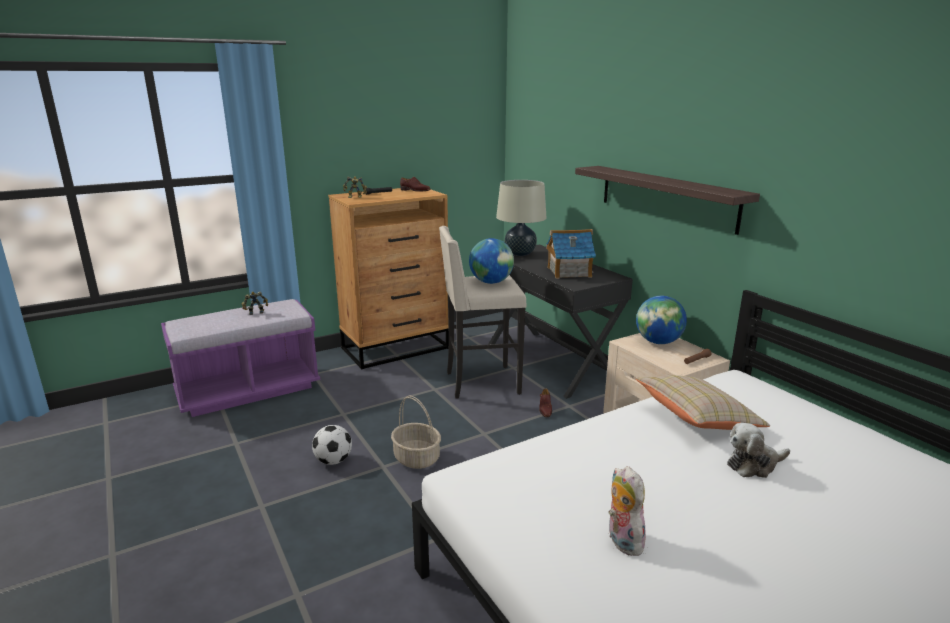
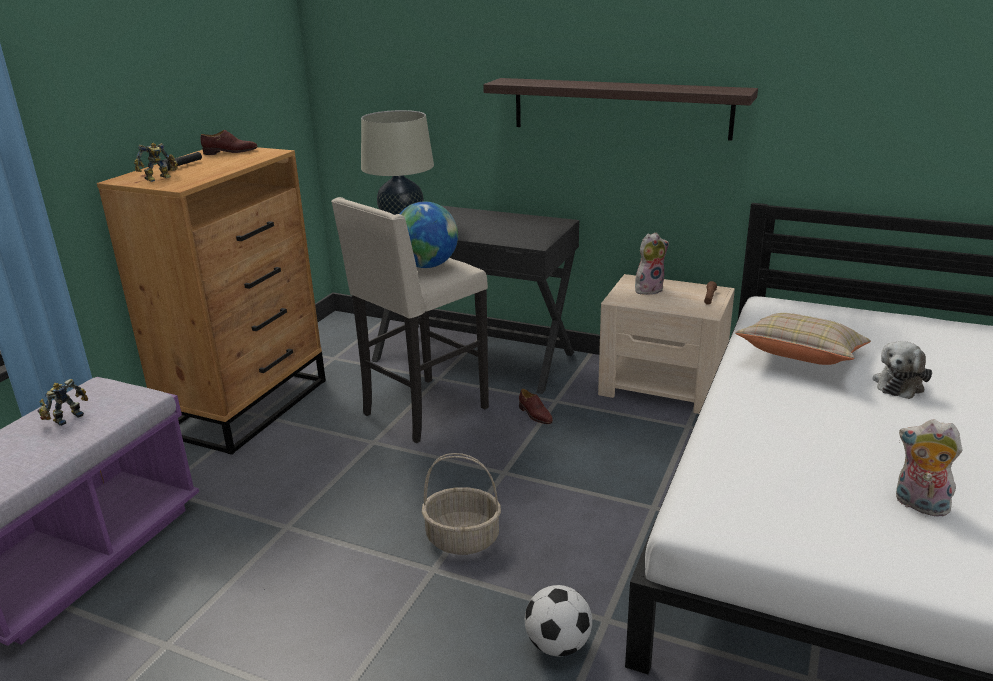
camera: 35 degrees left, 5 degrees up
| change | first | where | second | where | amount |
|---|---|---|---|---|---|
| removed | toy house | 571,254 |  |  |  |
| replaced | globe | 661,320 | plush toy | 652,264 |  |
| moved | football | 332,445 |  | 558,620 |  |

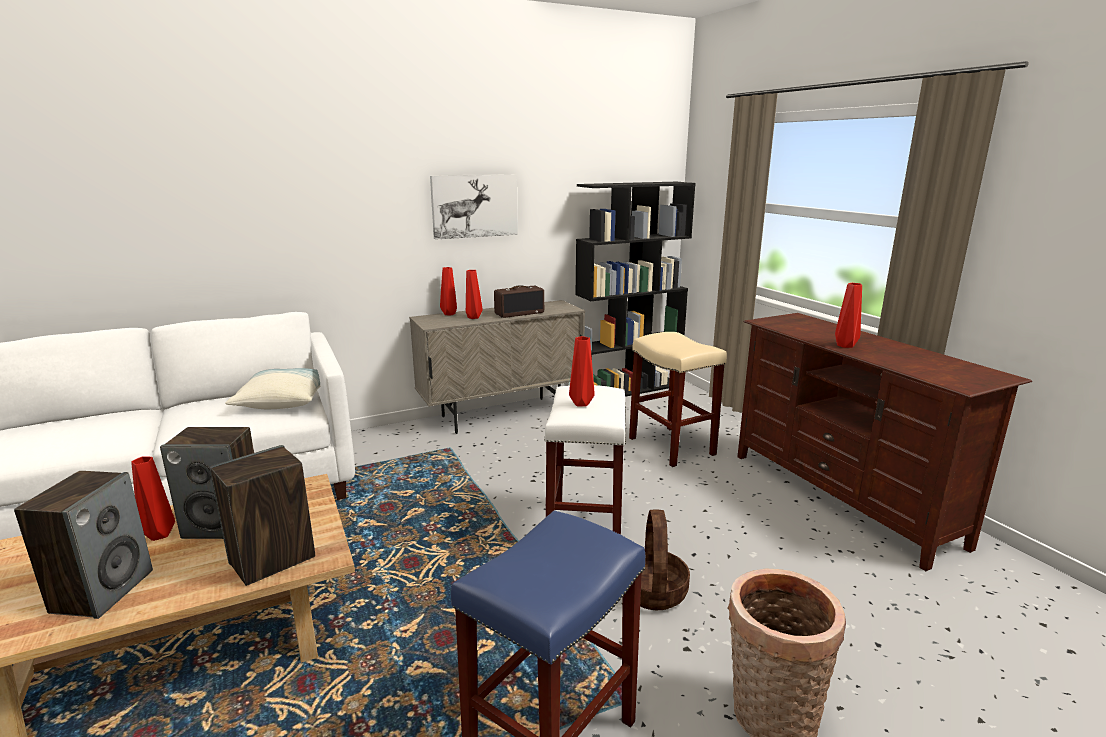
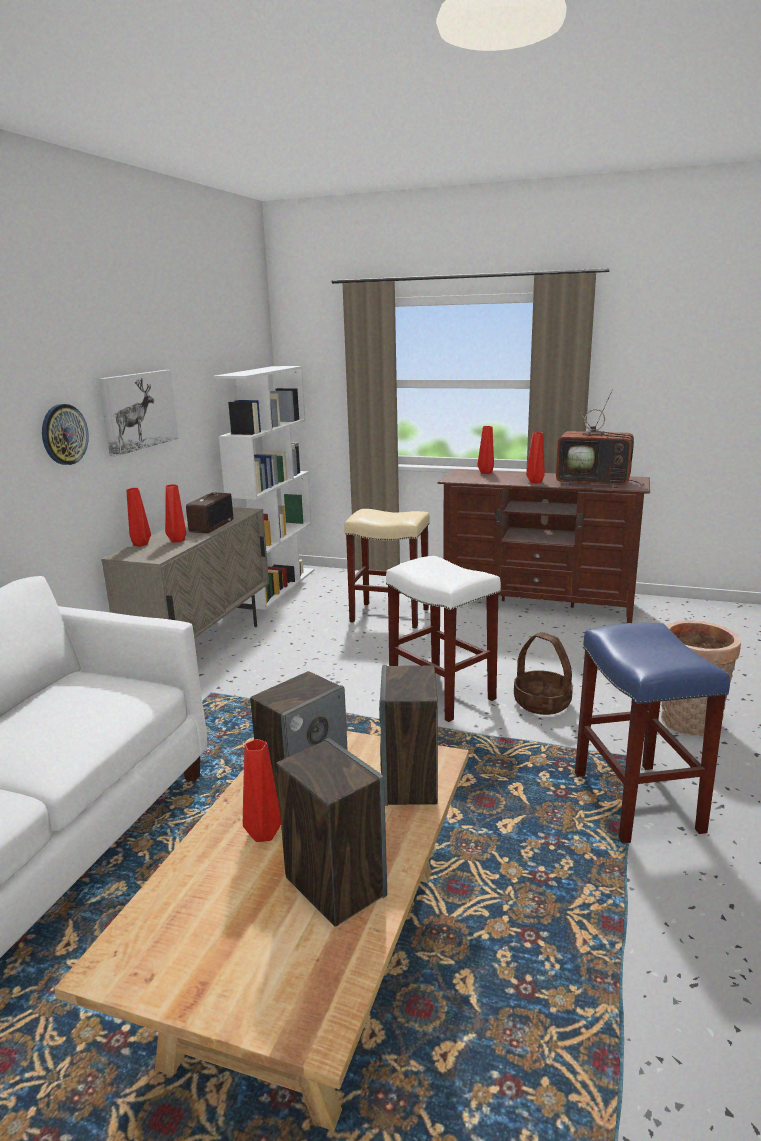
camera: 45 degrees left, 0 degrees up
| change | first | where | second | where | amount |
|---|---|---|---|---|---|
| recoloured | black bookcase | 635,289 | white bookcase | 263,488 |  |
| moved | red vase | 582,371 |  | 486,450 |  |
| removed | pillow | 272,388 |  |  |  |
| added |  |  | television | 600,438 |  |
| added |  |  | wall clock | 65,434 |  |

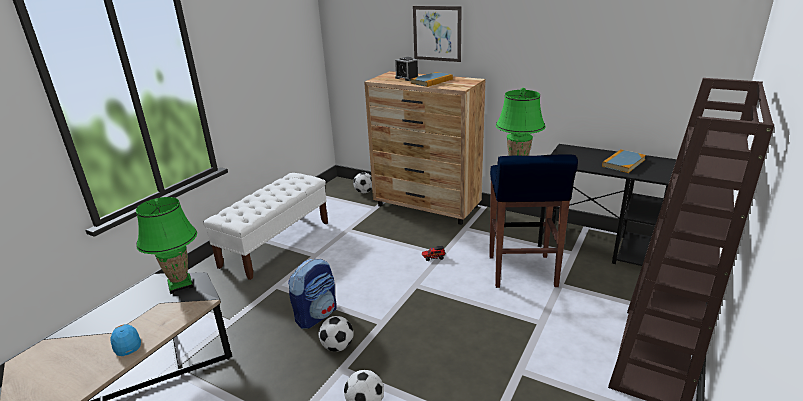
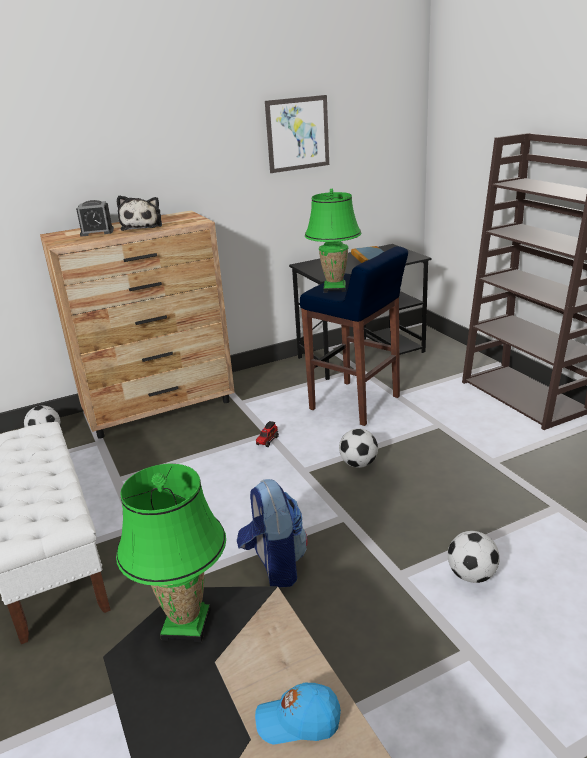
camera: 55 degrees left, 0 degrees up
| change | first | where | second | where | amount |
|---|---|---|---|---|---|
| moved | picture | 437,34 |  | 297,134 |  |
| replaced | book | 432,79 | plush toy | 139,213 |  |
| moved | football | 336,334 |  | 358,448 |  |

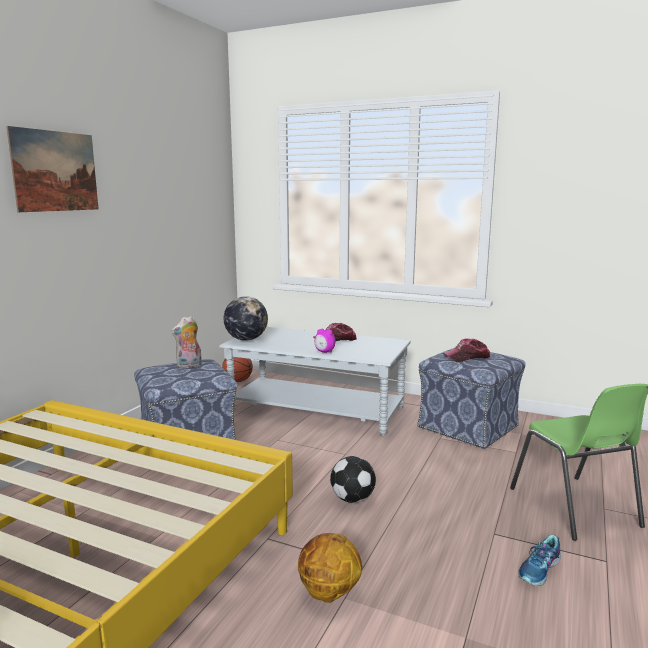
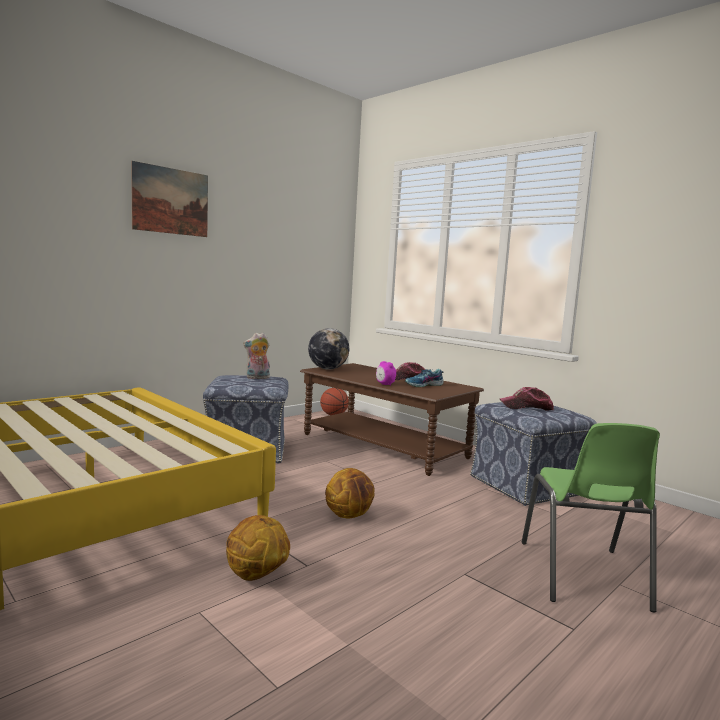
camera: 20 degrees right, 5 degrees down
| change | first | where | second | where | amount |
|---|---|---|---|---|---|
| recoloured | grey coffee table | 315,381 | brown coffee table | 392,419 |  |
| replaced | football | 353,479 | basketball | 350,493 |  |
| moved | shoe | 539,560 |  | 424,378 |  |

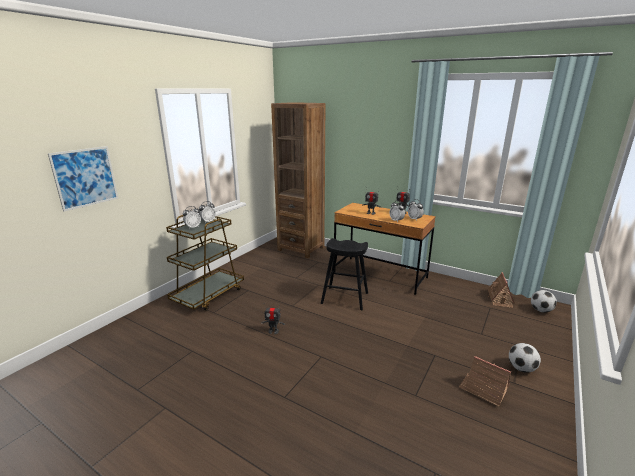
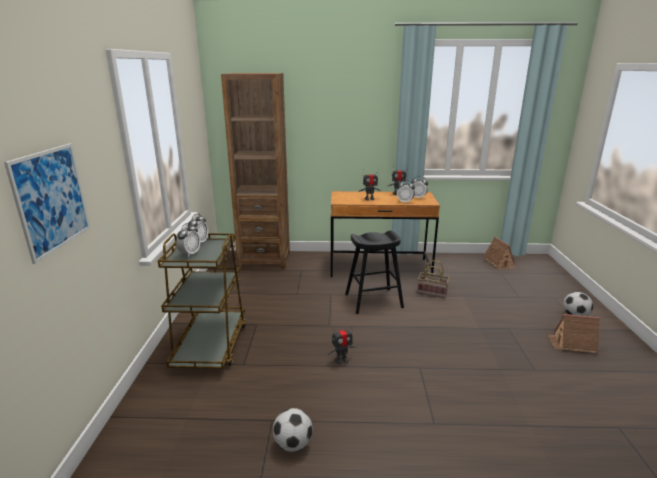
camera: 30 degrees left, 0 degrees up
| change | first | where | second | where | amount |
|---|---|---|---|---|---|
| moved | football | 544,301 |  | 293,430 |  |
| added |  |  | basket | 433,279 |  |

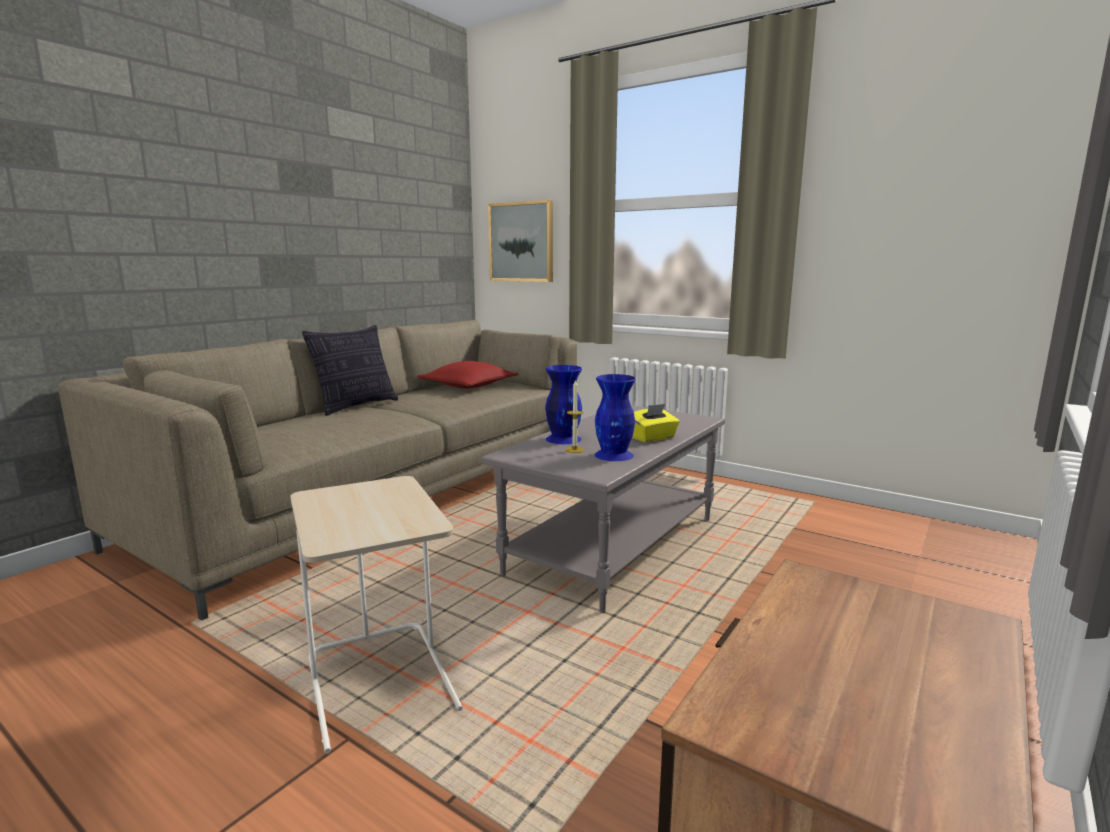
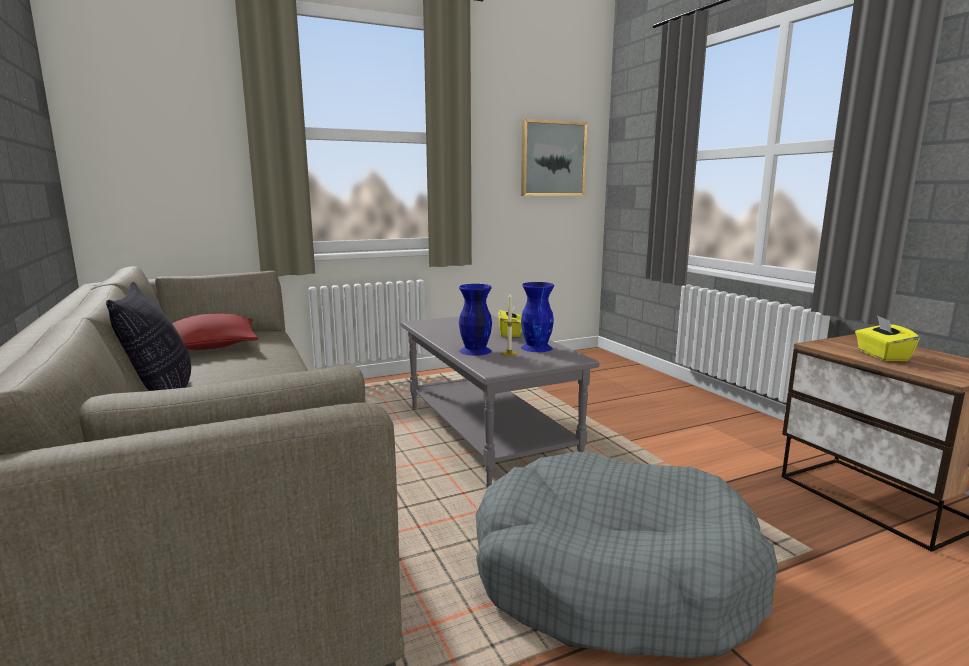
camera: 60 degrees left, 0 degrees up
| change | first | where | second | where | amount |
|---|---|---|---|---|---|
| moved | picture | 520,241 |  | 554,157 |  |
| replaced | beige side table | 376,615 | grey dog bed | 627,555 |  |
| added |  |  | yellow tissue box | 887,338 |  |

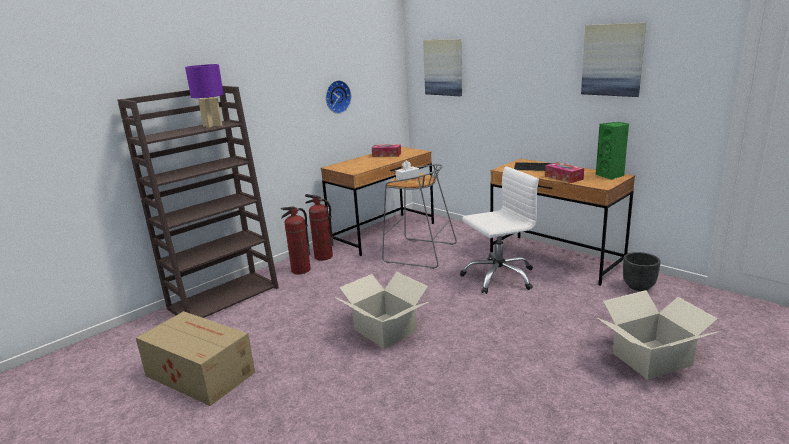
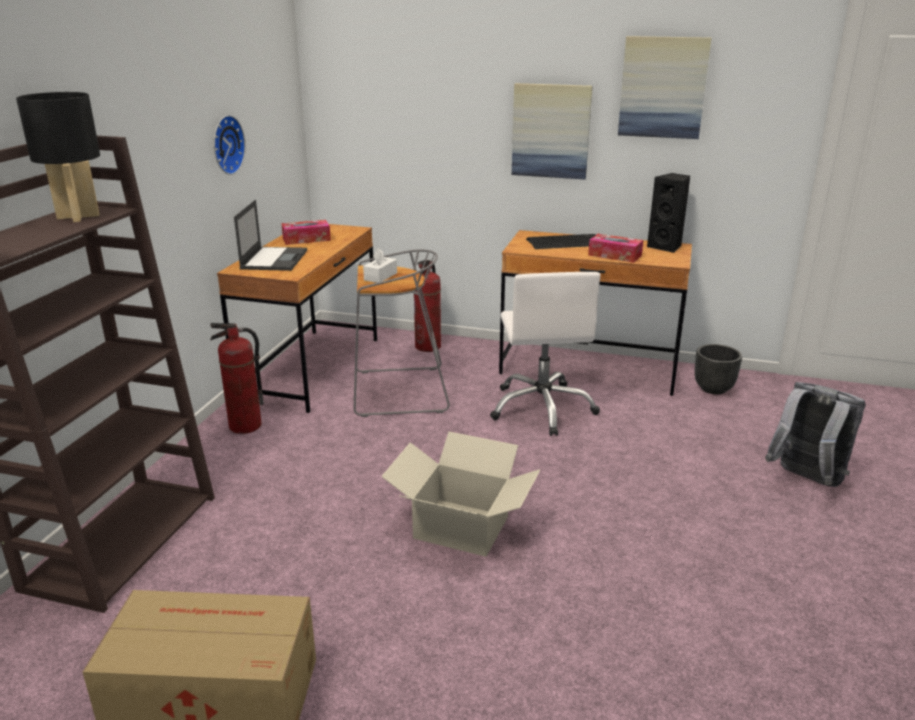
camera: 30 degrees left, 5 degrees up
| change | first | where | second | where | amount |
|---|---|---|---|---|---|
| moved | picture | 442,67 |  | 552,131 |  |
| recoloured | purple table lamp | 204,96 | black table lamp | 58,157 |  |
| recoloured | green speaker | 612,151 | black speaker | 668,213 |  |
| turned | white office chair | 499,230 |  | 545,354 | 135 degrees clockwise |
| moved | fire extinguisher | 296,240 |  | 427,306 |  |
| replaced | cardboard box | 658,335 | grey backpack | 815,434 |  |
| added |  |  | laptop | 270,235 |  |

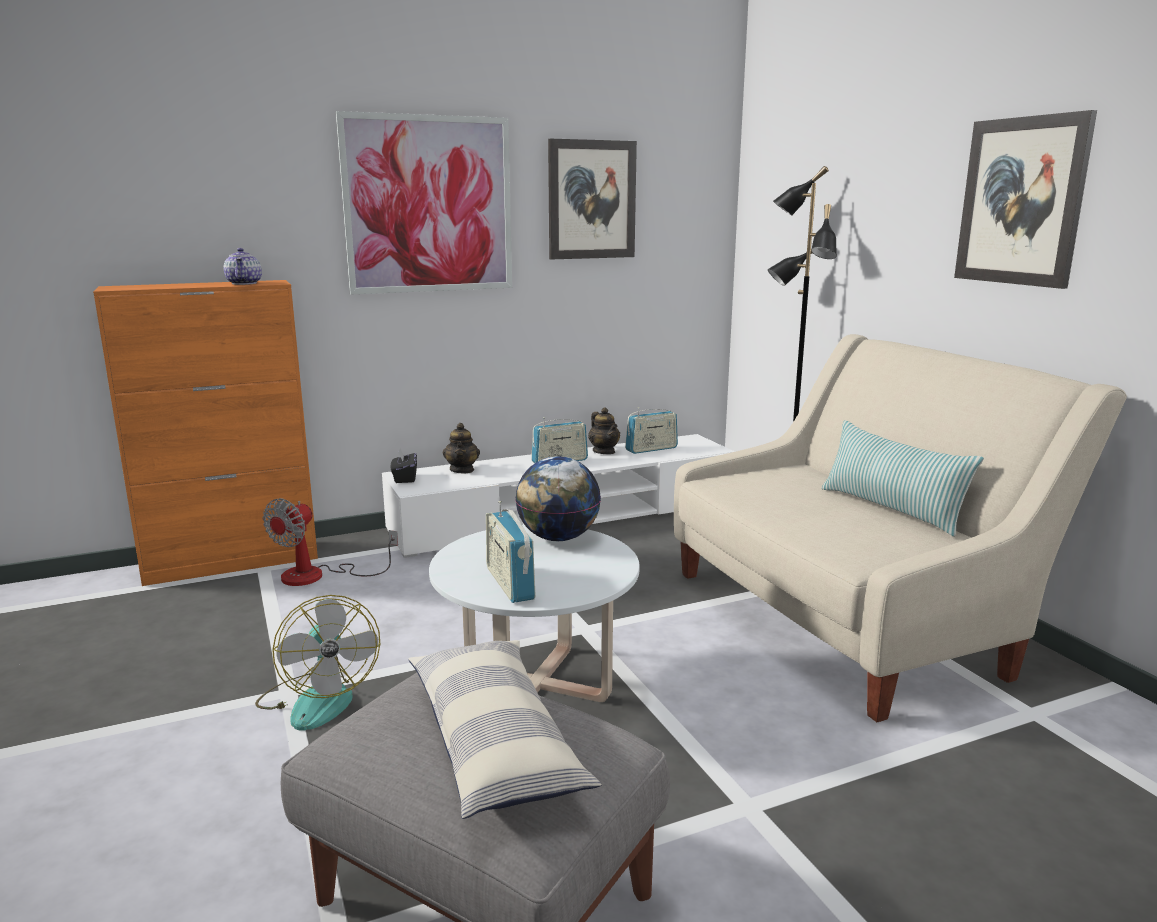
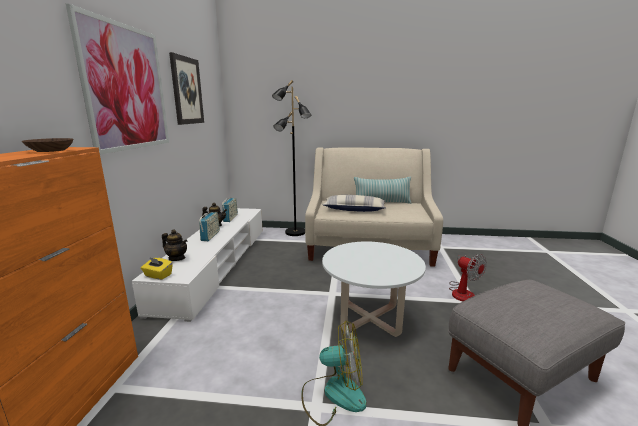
camera: 60 degrees left, 0 degrees up
| change | first | where | second | where | amount |
|---|---|---|---|---|---|
| removed | picture | 1025,199 |  |  |  |
| replaced | teapot | 242,266 | brown bowl | 48,145 |  |
| recoloured | black tissue box | 404,465 | yellow tissue box | 157,268 |  |
| removed | globe | 558,498 |  |  |  |
| moved | fan | 330,542 |  | 468,277 |  |
| removed | radio | 511,552 |  |  |  |
| moved | pillow | 505,729 |  | 354,203 |  |

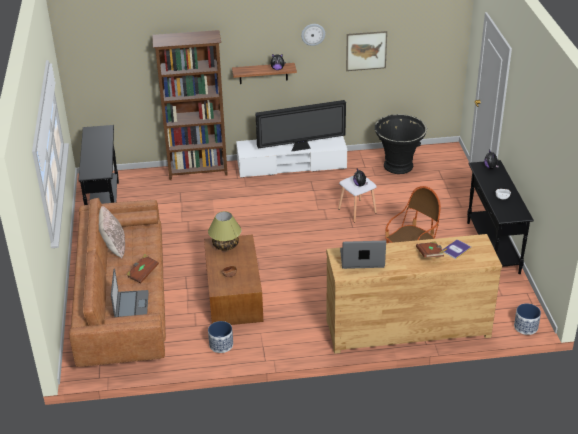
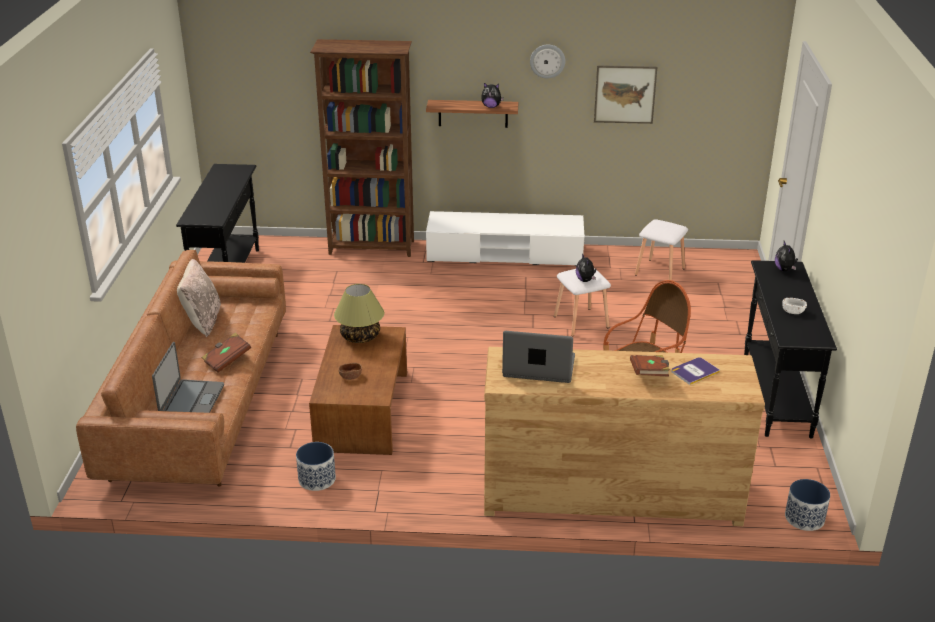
camera: 10 degrees right, 5 degrees down
| change | first | where | second | where | amount |
|---|---|---|---|---|---|
| removed | television | 301,126 |  |  |  |
| replaced | black planter | 401,144 | white stool | 661,249 |  |

